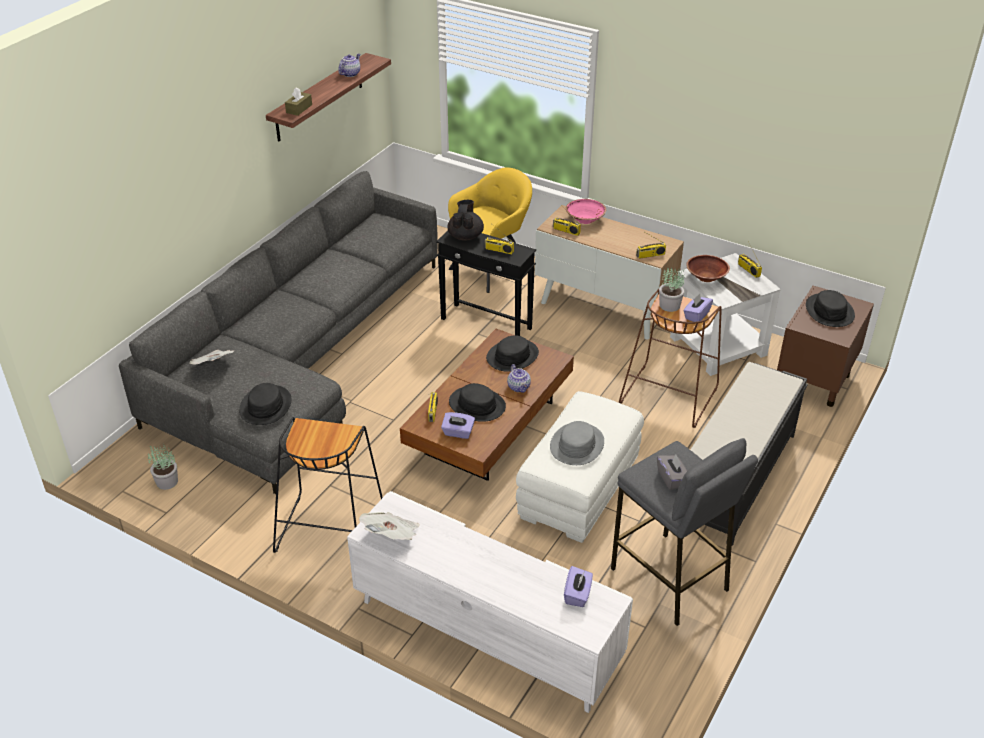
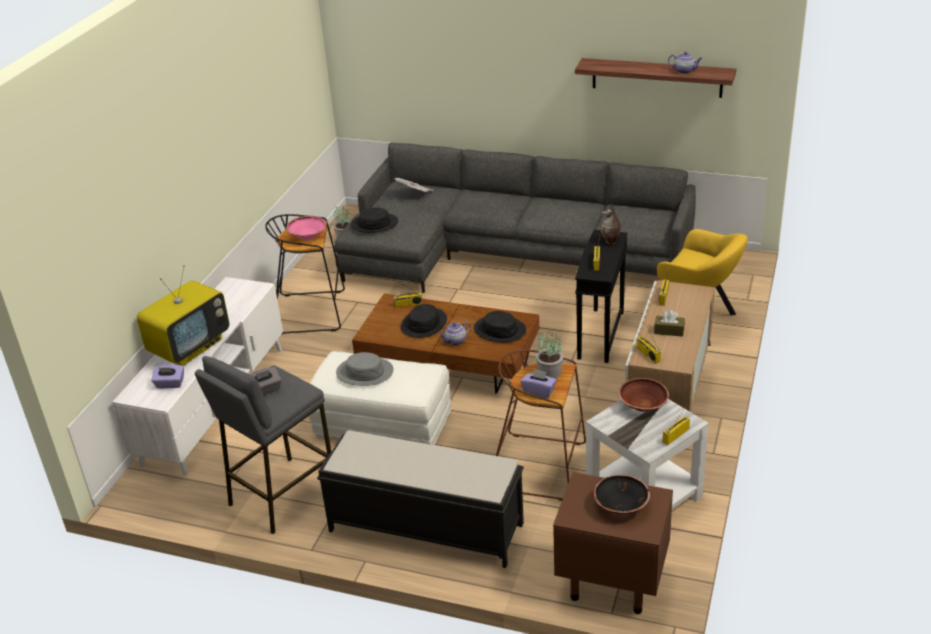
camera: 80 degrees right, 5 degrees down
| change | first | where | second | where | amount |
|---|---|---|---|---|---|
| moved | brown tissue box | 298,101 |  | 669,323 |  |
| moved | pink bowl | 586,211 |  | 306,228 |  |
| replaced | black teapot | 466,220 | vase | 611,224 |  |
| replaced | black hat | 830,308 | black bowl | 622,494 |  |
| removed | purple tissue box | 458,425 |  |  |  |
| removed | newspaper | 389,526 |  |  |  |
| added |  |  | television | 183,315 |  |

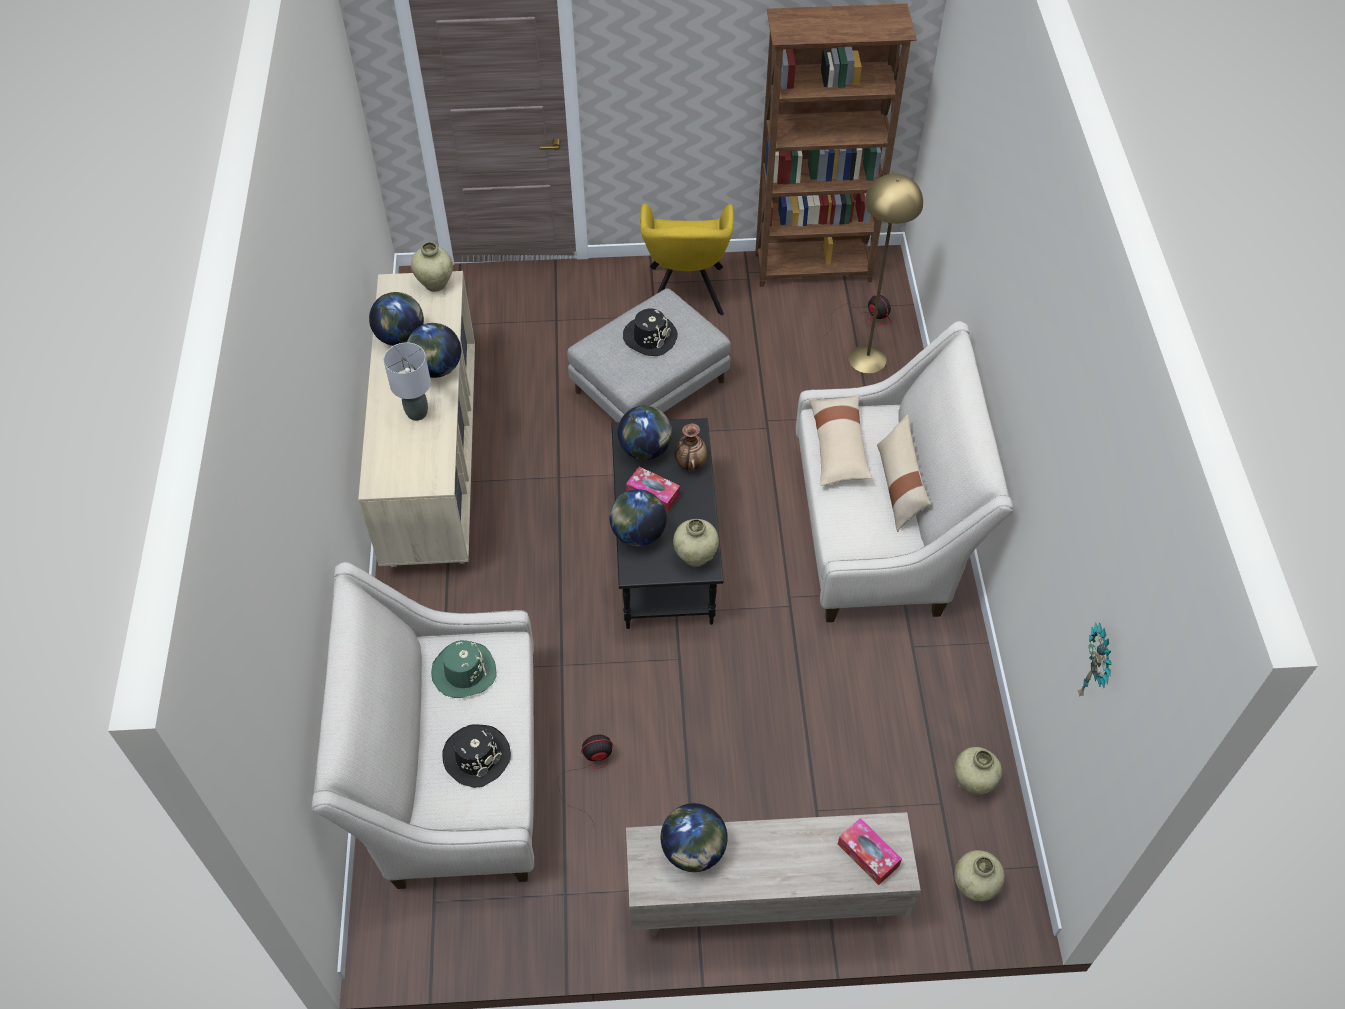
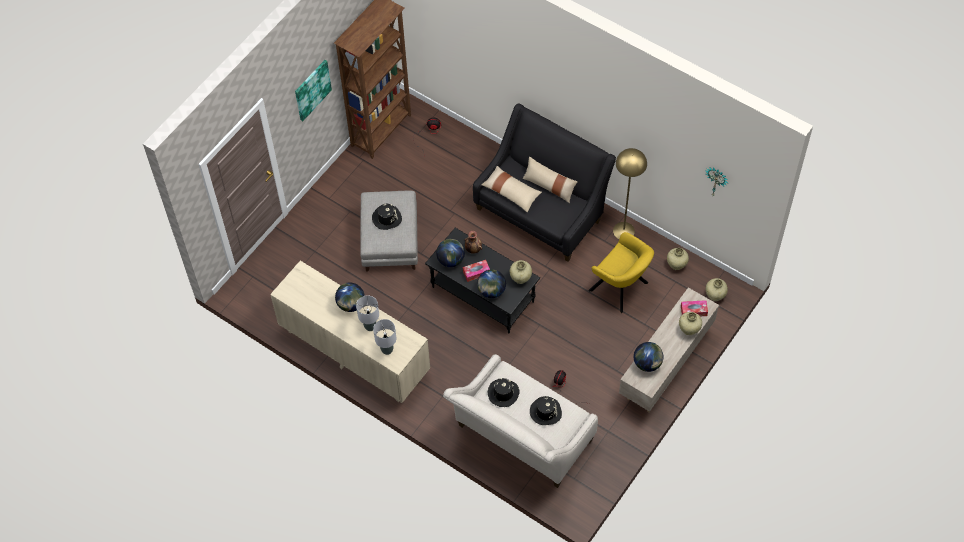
camera: 50 degrees left, 5 degrees up
| change | first | where | second | where | amount |
|---|---|---|---|---|---|
| moved | yellow floor lamp | 885,273 |  | 630,193 |  |
| moved | yellow armchair | 687,259 |  | 621,272 |  |
| moved | beige vase | 432,267 |  | 690,323 |  |
| removed | globe | 396,319 |  |  |  |
| recoloured | beige sofa | 905,471 | black sofa | 544,182 |  |
| recoloured | green hat | 464,669 | black hat | 504,392 |  |
| added |  |  | picture | 313,90 |  |
| added |  |  | grey table lamp | 384,337 |  |

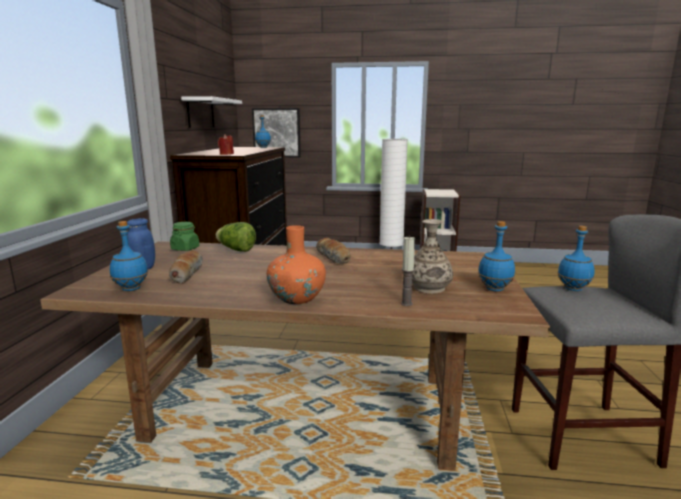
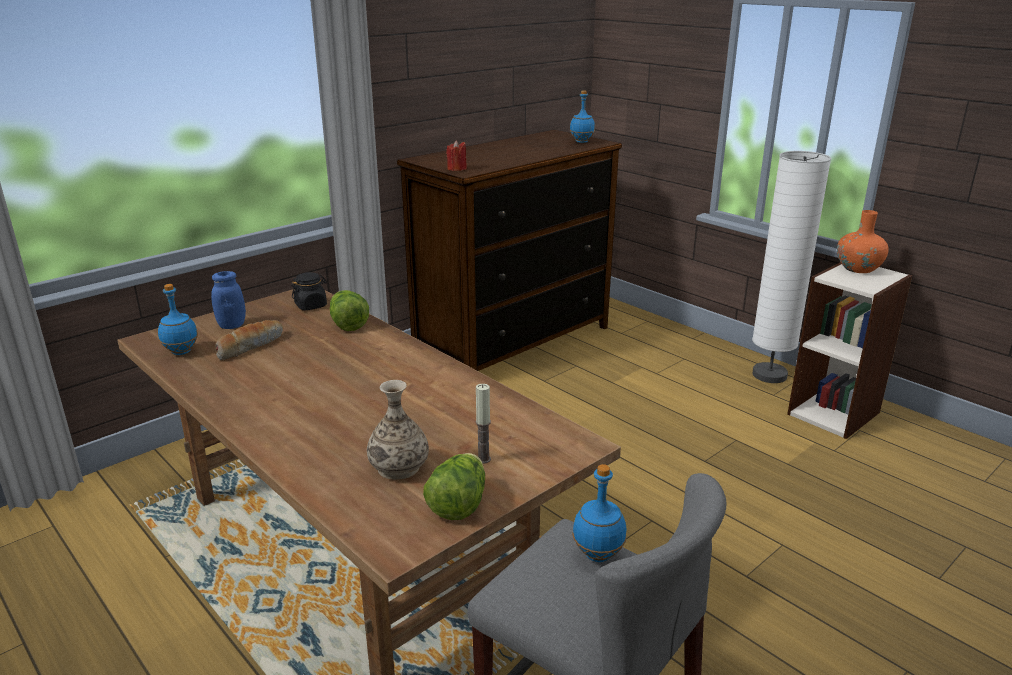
camera: 40 degrees right, 10 degrees up
| change | first | where | second | where | amount |
|---|---|---|---|---|---|
| removed | white shelf | 211,112 |  |  |  |
| removed | picture | 276,132 |  |  |  |
| replaced | blue bottle | 496,256 | lettuce | 454,486 |  |
| recoloured | green jar | 184,236 | black jar | 309,291 |  |
| moved | orange vase | 296,264 |  | 863,241 |  |
| moved | candle | 408,271 |  | 483,424 |  |
| removed | bread | 333,251 |  |  |  |

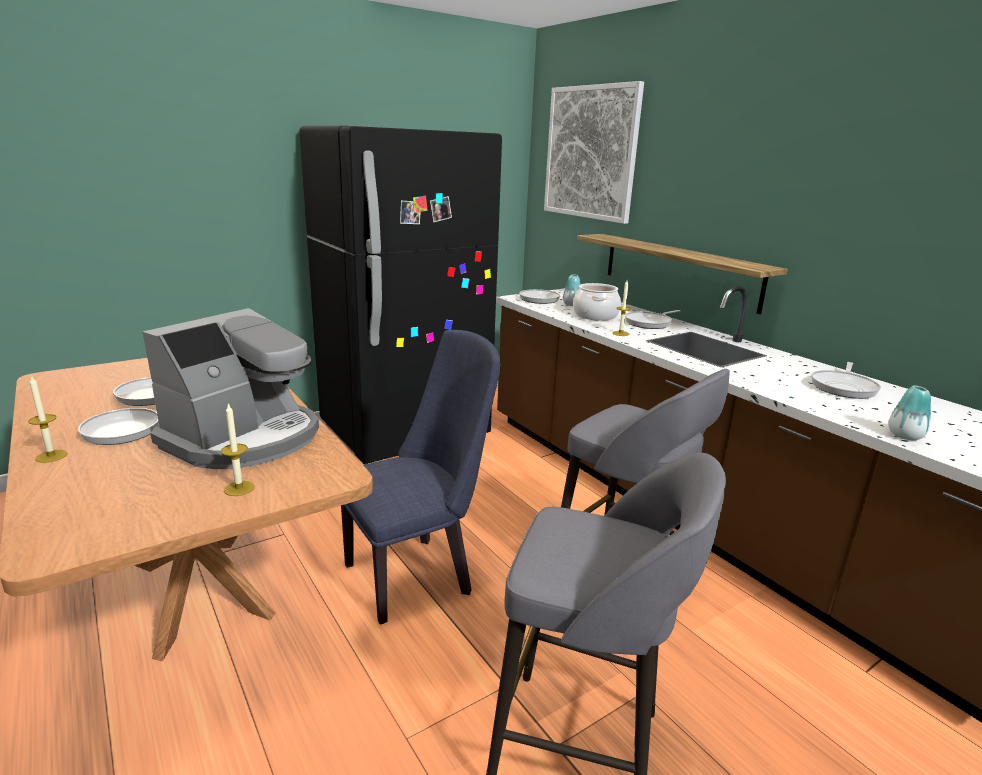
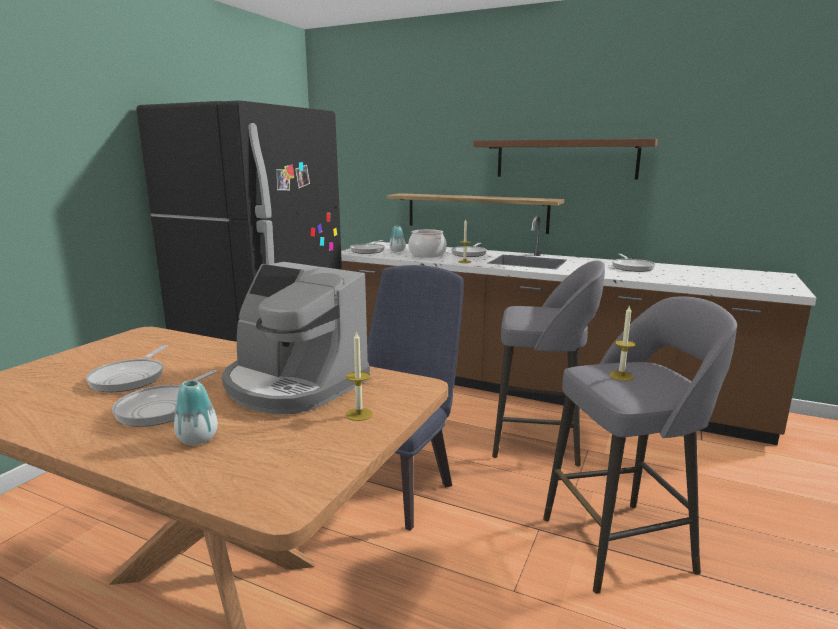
camera: 30 degrees left, 5 degrees down
| change | first | where | second | where | amount |
|---|---|---|---|---|---|
| removed | picture | 594,152 |  |  |  |
| turned | coffee machine | 230,388 |  | 296,338 | 120 degrees clockwise |
| moved | candle | 47,419 |  | 622,343 |  |
| moved | vase | 910,412 |  | 196,412 |  |
| added |  |  | brown shelf | 565,159 |  |

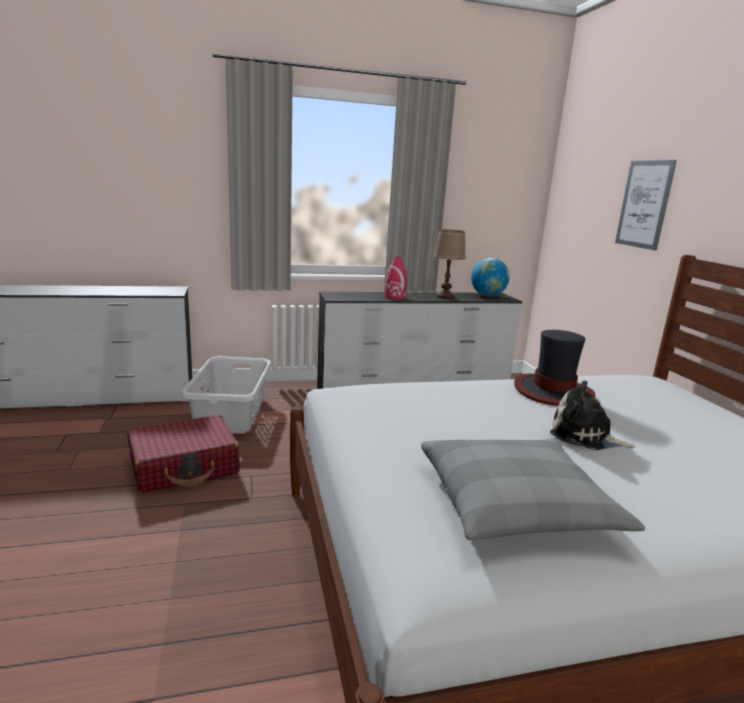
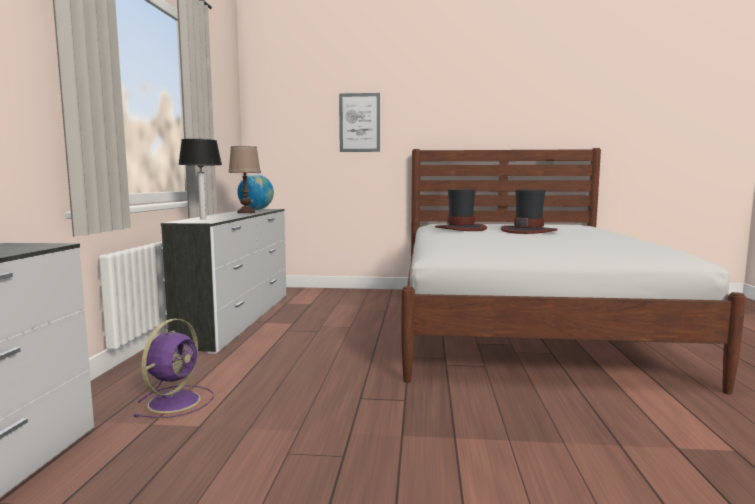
camera: 70 degrees left, 10 degrees down
| change | first | where | second | where | amount |
|---|---|---|---|---|---|
| removed | red vase | 396,278 |  |  |  |
| replaced | grey laundry basket | 226,393 | purple fan | 173,368 |  |
| replaced | plush toy | 592,415 | hat | 529,211 |  |
| removed | red suitcase | 183,454 |  |  |  |
| removed | grey pillow | 533,489 |  |  |  |
| added |  |  | table lamp | 200,179 |  |

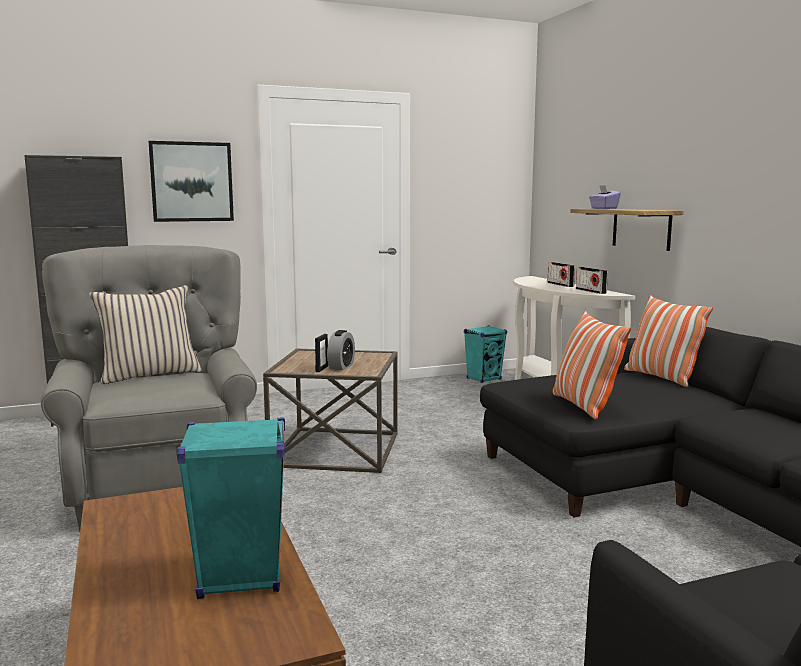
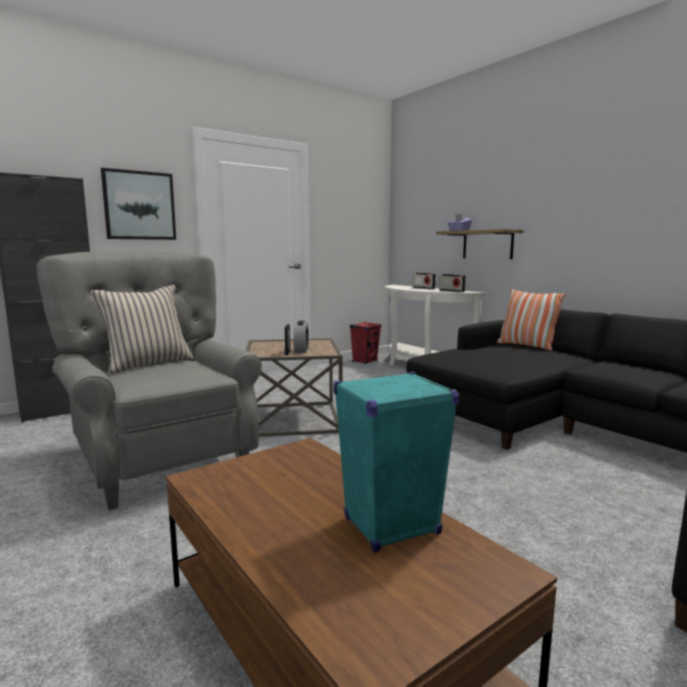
camera: 15 degrees left, 0 degrees up
| change | first | where | second | where | amount |
|---|---|---|---|---|---|
| removed | pillow | 592,365 |  |  |  |
| recoloured | turquoise speaker | 485,354 | red speaker | 365,343 |  |

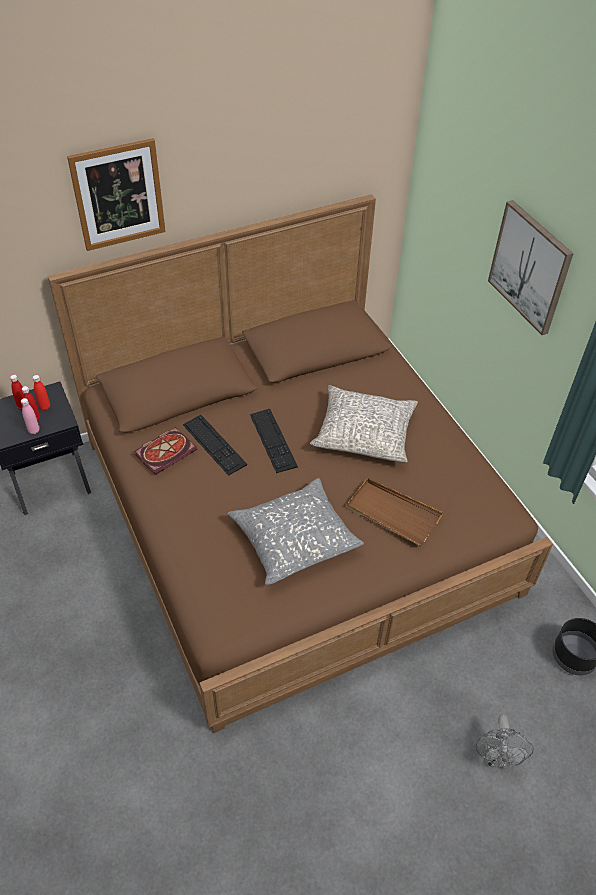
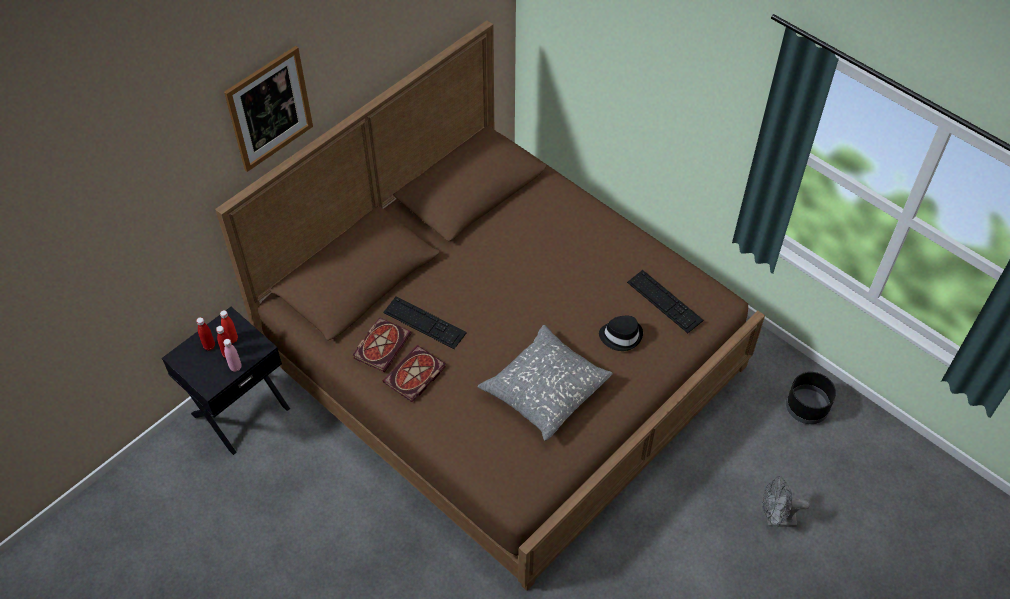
camera: 20 degrees left, 5 degrees up
| change | first | where | second | where | amount |
|---|---|---|---|---|---|
| removed | picture | 531,267 |  |  |  |
| removed | grey pillow | 364,423 |  |  |  |
| moved | keyboard | 274,441 |  | 665,301 |  |
| replaced | brown tray | 395,512 | black hat | 621,333 |  |
| turned | grey fan | 505,741 |  | 786,501 | 105 degrees clockwise |
| added |  |  | book | 414,373 |  |

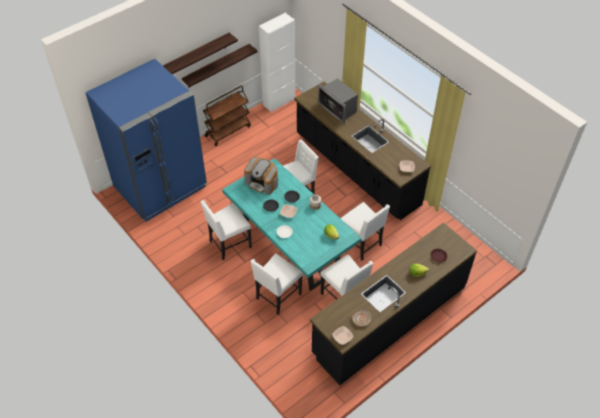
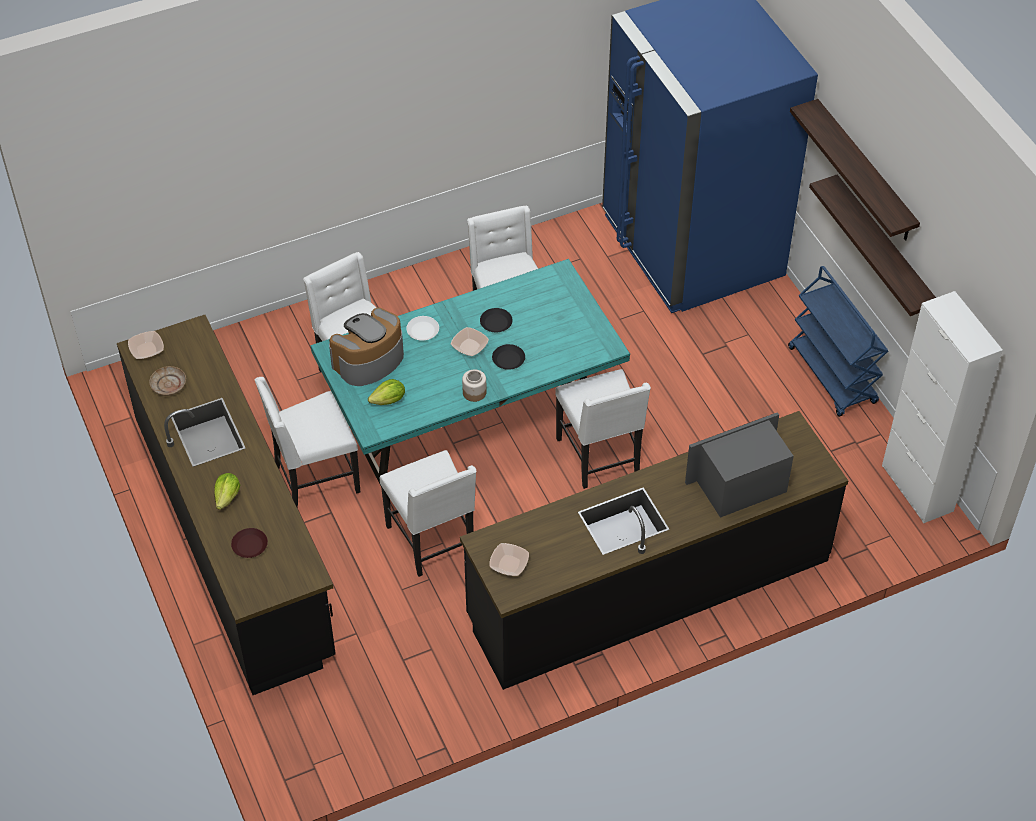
camera: 105 degrees right, 0 degrees up
| change | first | where | second | where | amount |
|---|---|---|---|---|---|
| recoloured | brown cart | 227,115 | blue cart | 838,341 |  |
| moved | coffee machine | 261,176 |  | 366,346 |  |
| turned | white chair | 365,231 |  | 428,513 | 90 degrees counterclockwise |

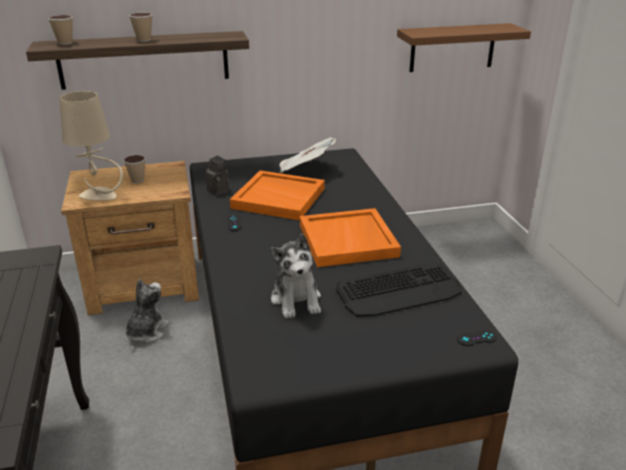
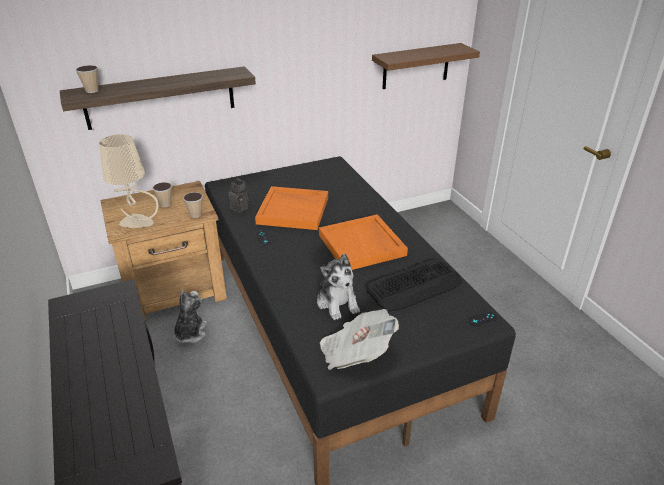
camera: 10 degrees left, 5 degrees up
| change | first | where | second | where | amount |
|---|---|---|---|---|---|
| moved | cup | 140,27 |  | 193,205 |  |
| moved | newspaper | 308,155 |  | 359,339 |  |

